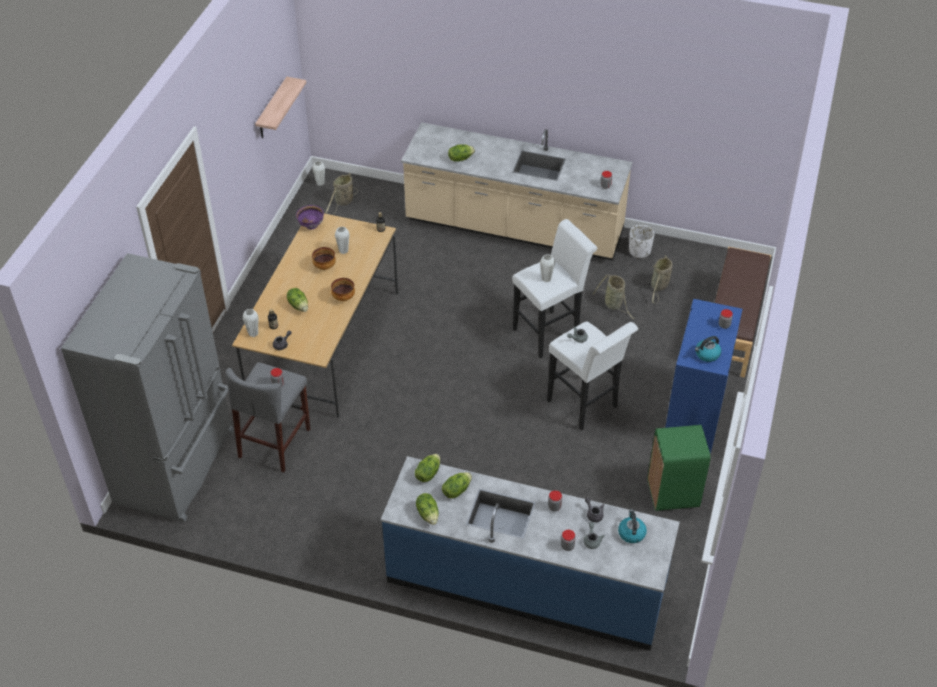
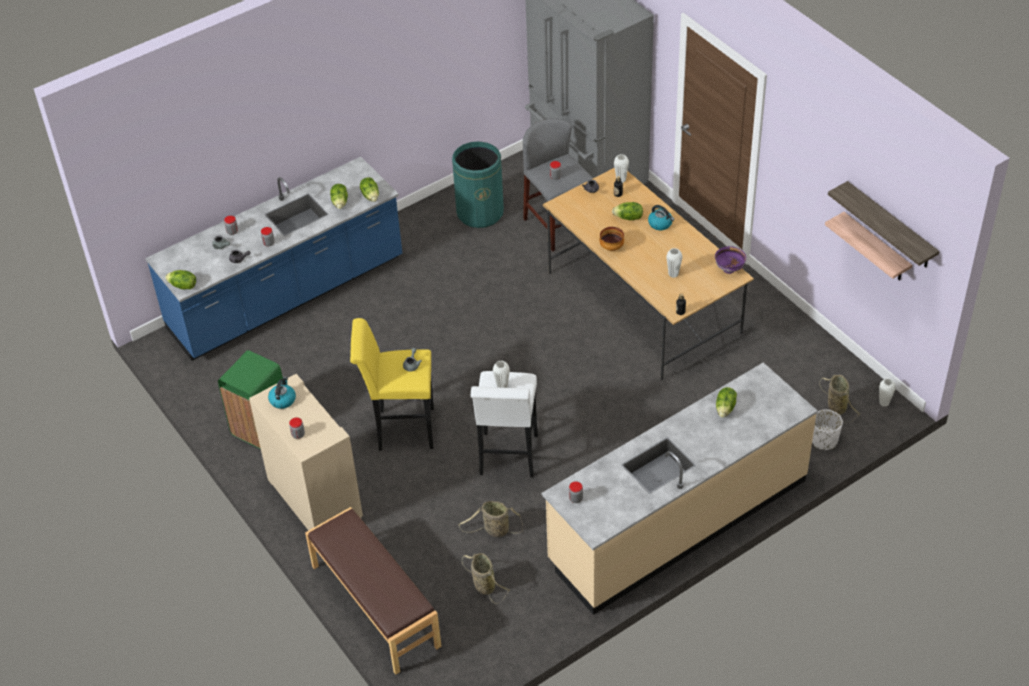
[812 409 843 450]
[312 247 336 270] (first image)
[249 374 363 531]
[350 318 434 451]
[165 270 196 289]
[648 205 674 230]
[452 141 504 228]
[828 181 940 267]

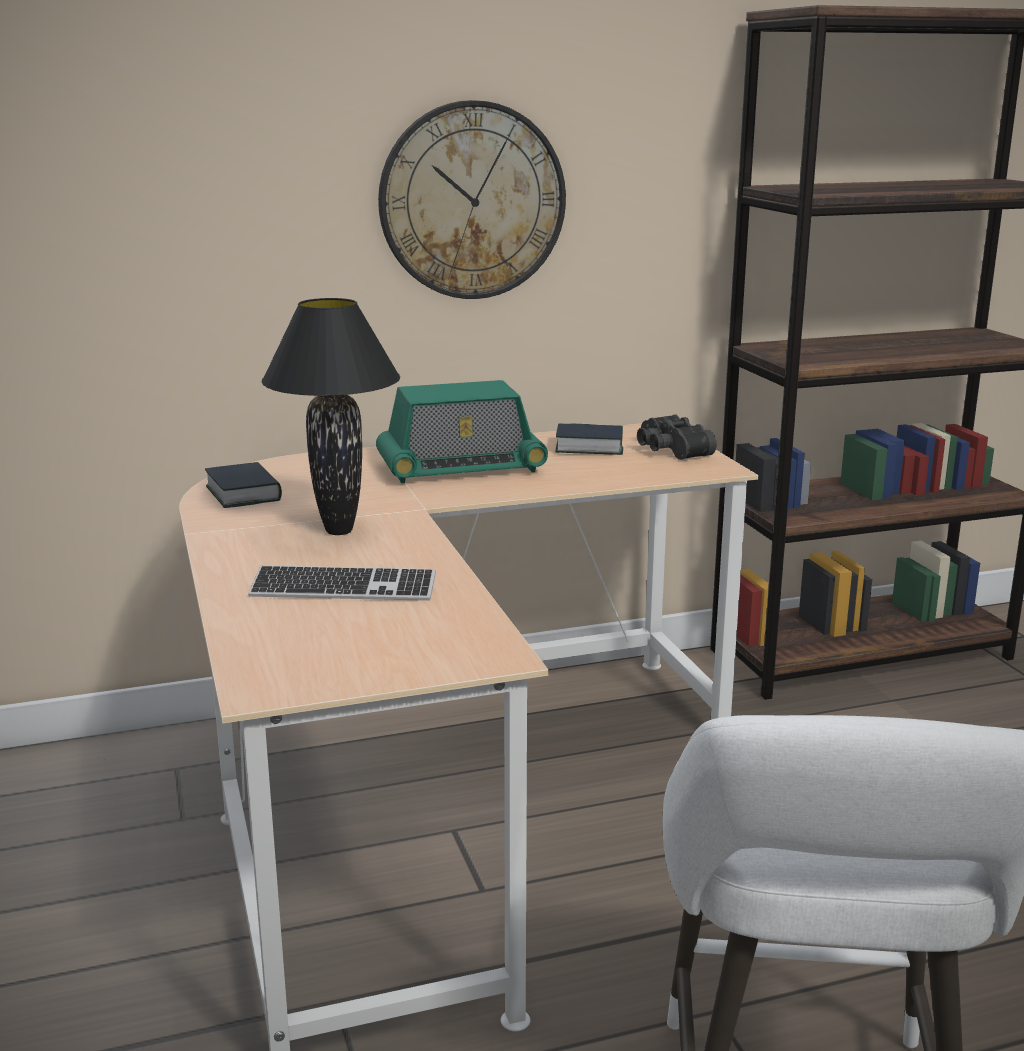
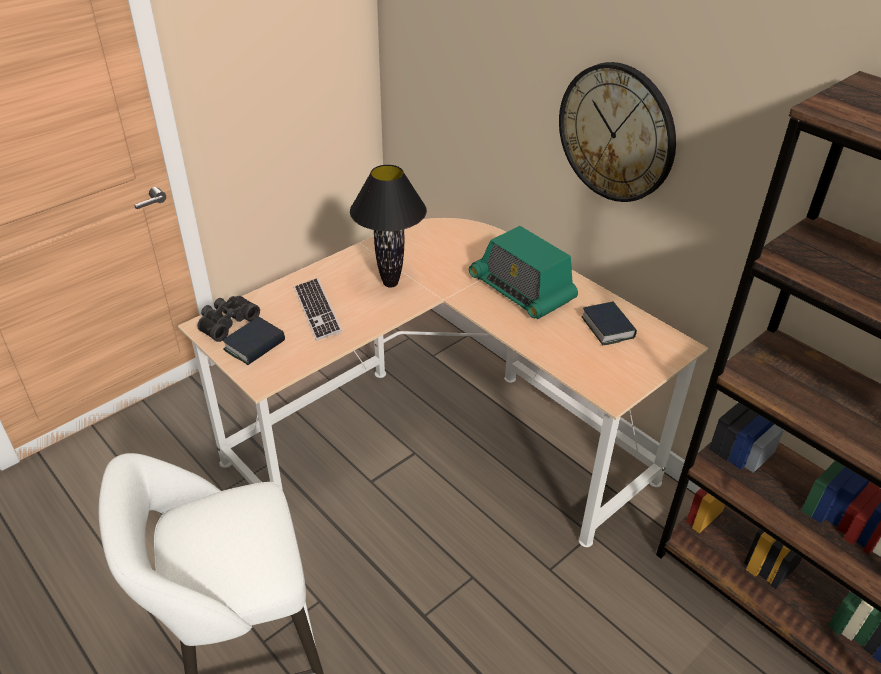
[197 296 260 342]
[223 317 285 365]

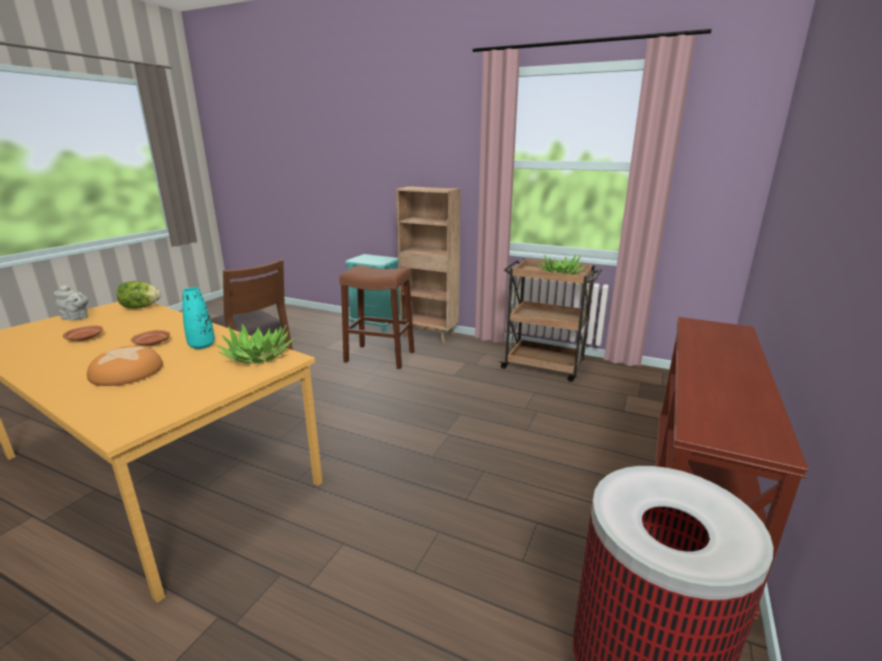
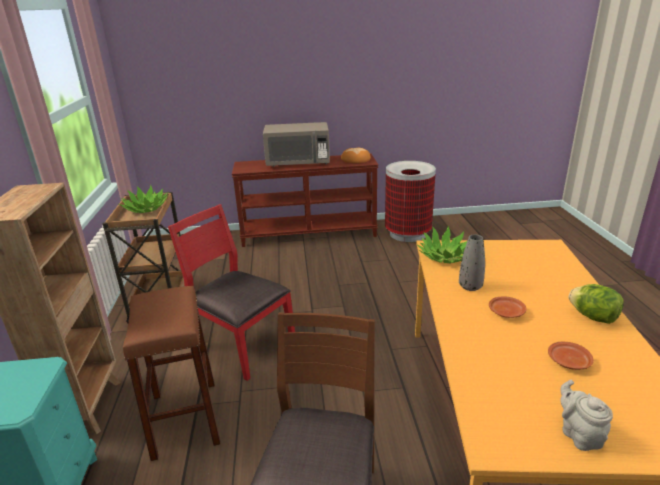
[569 284 623 324]
[459 234 485 291]
[341 148 371 163]
[263 122 330 167]
[168 204 295 381]

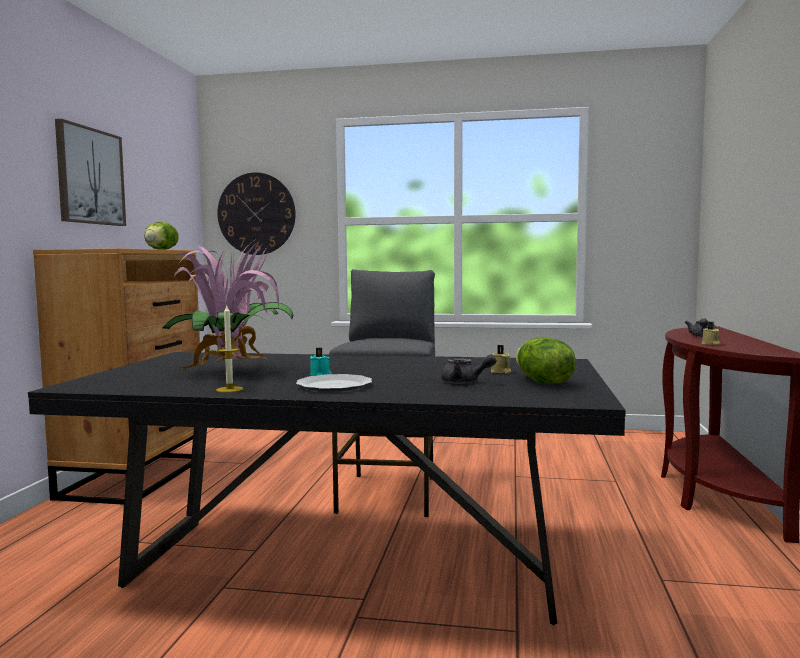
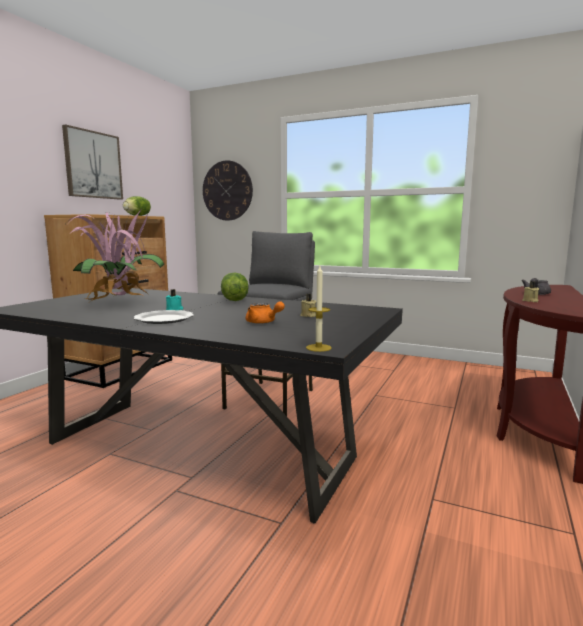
[306 266 332 352]
[221 272 249 301]
[246 302 285 324]

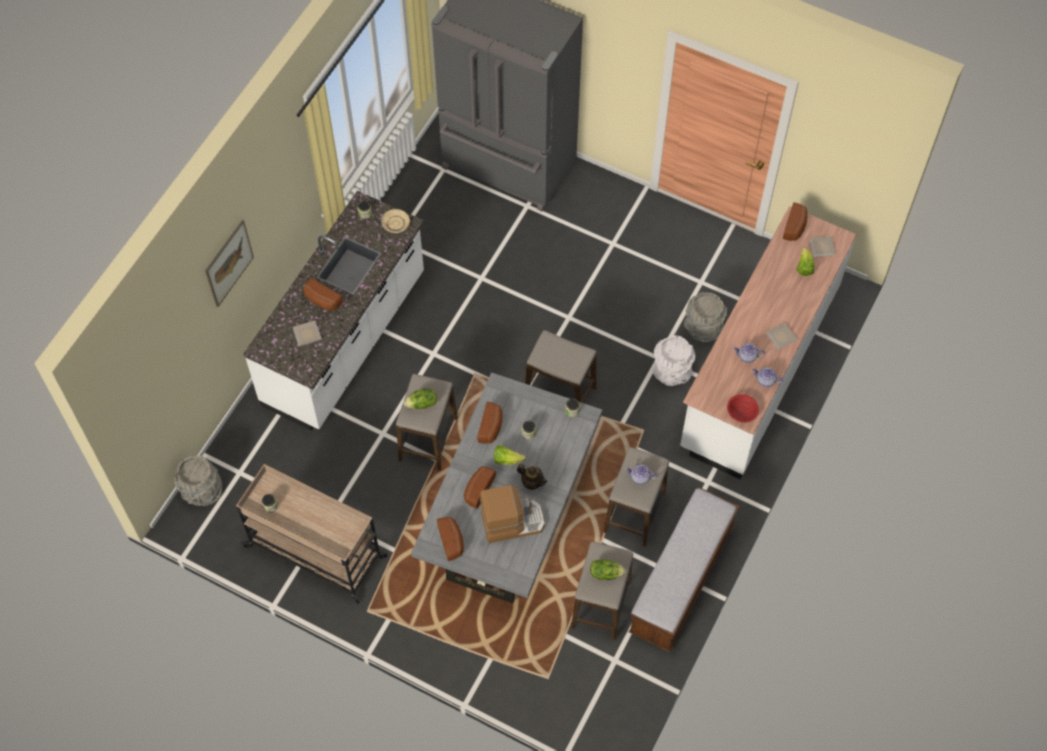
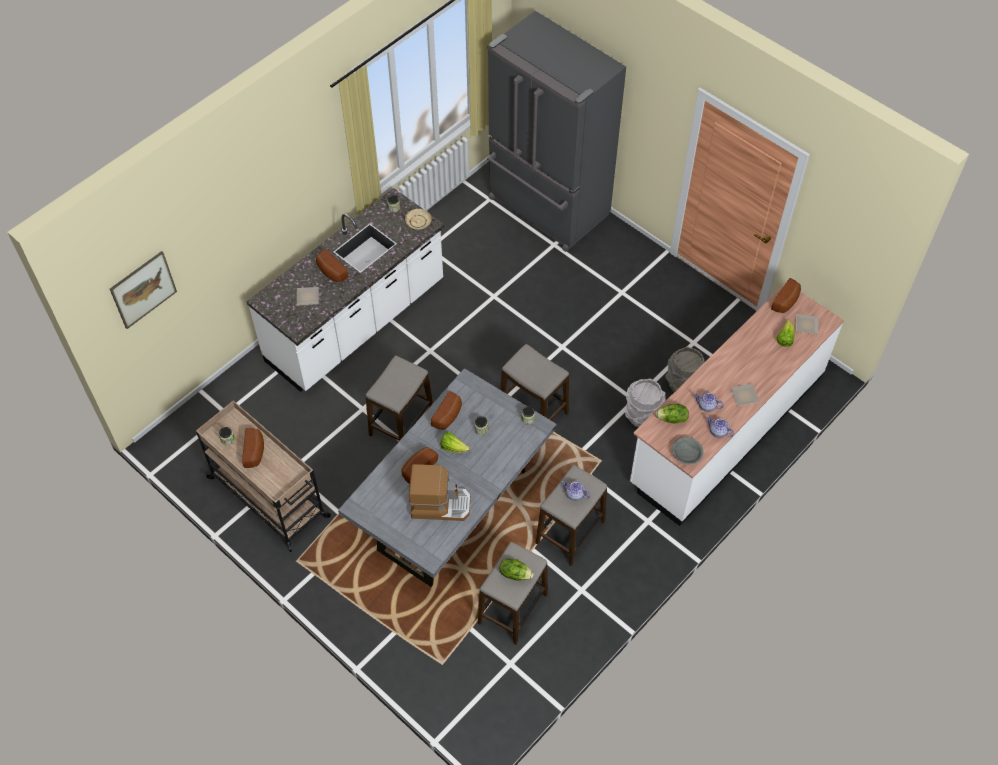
[110 251 177 329]
[655 404 689 424]
[672 437 704 464]
[174 456 222 506] (first image)
[517 463 548 490] (first image)
[629 487 739 652] (first image)
[242 428 264 468]

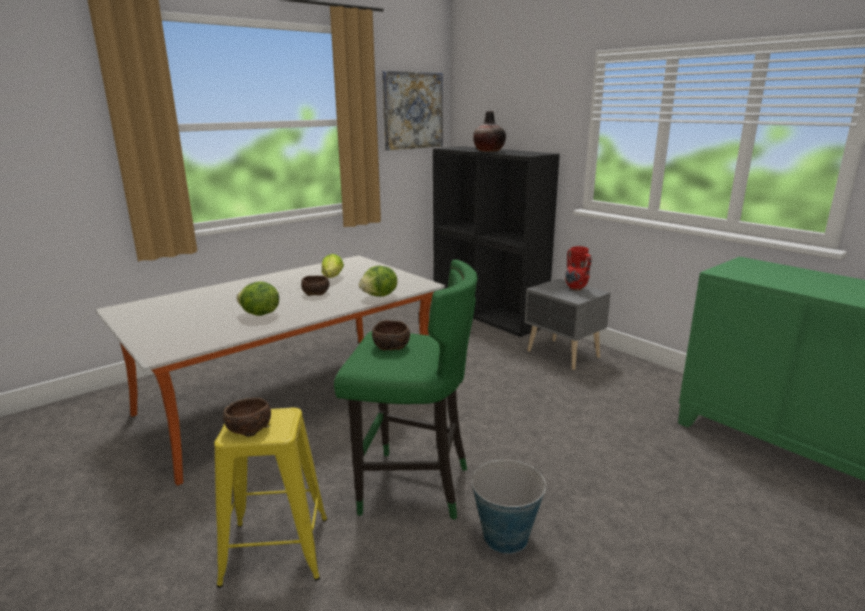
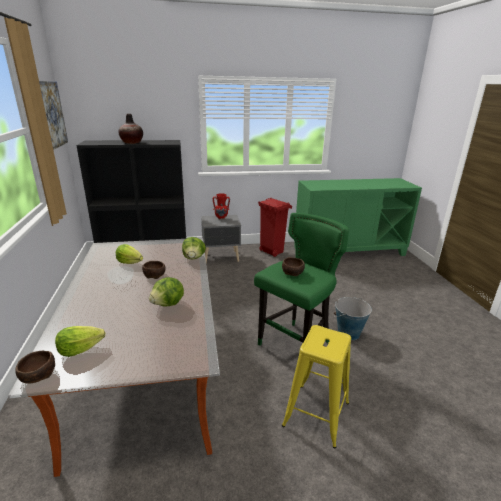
[15 351 55 384]
[258 198 292 257]
[55 326 105 357]

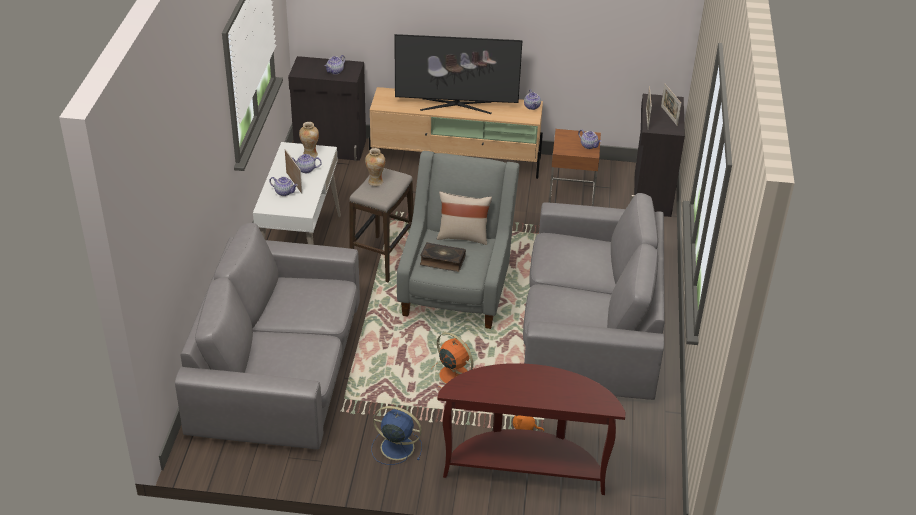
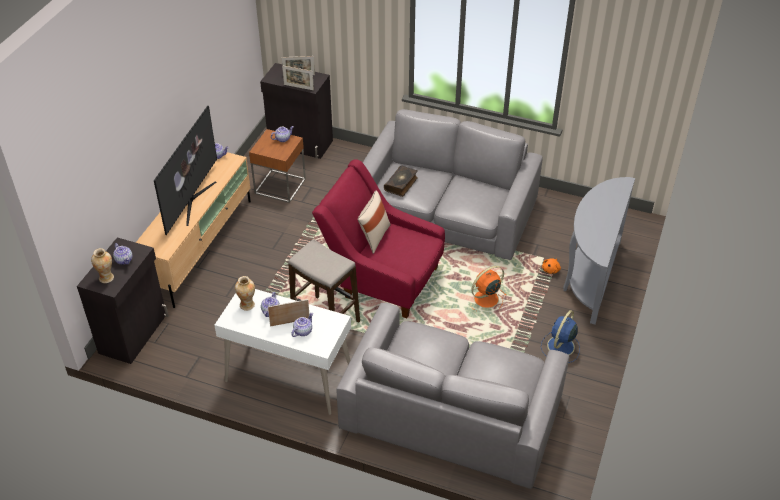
[91 248 114 283]
[312 159 445 318]
[384 165 418 197]
[563 177 635 325]

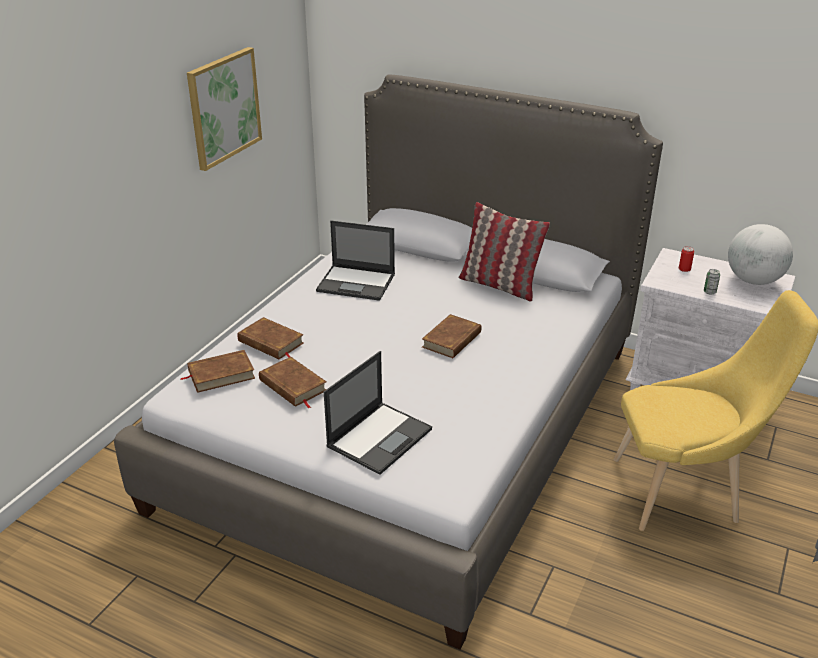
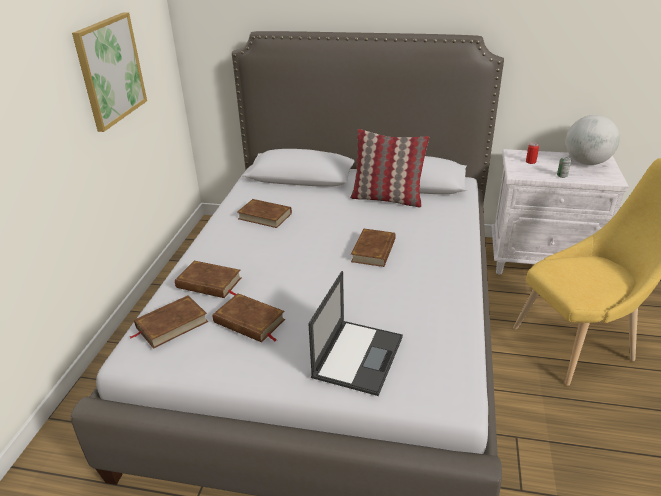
[237 199 292 228]

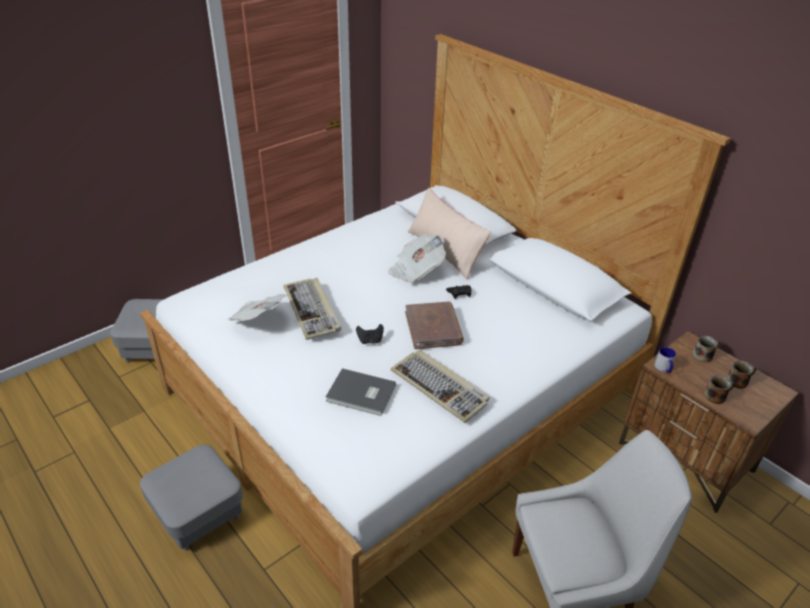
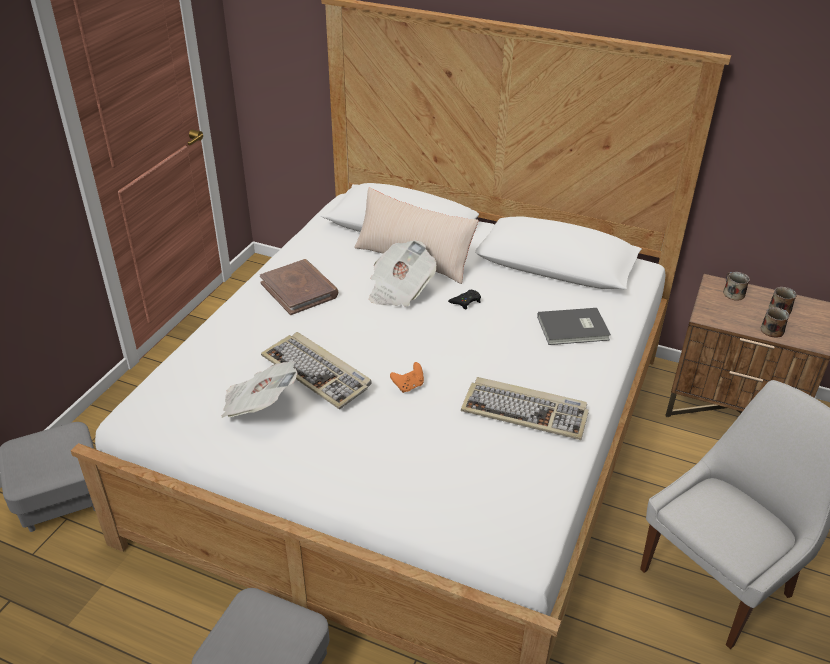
[260 259 338 315]
[390 362 424 393]
[654 347 676 373] (first image)
[537 308 611 345]

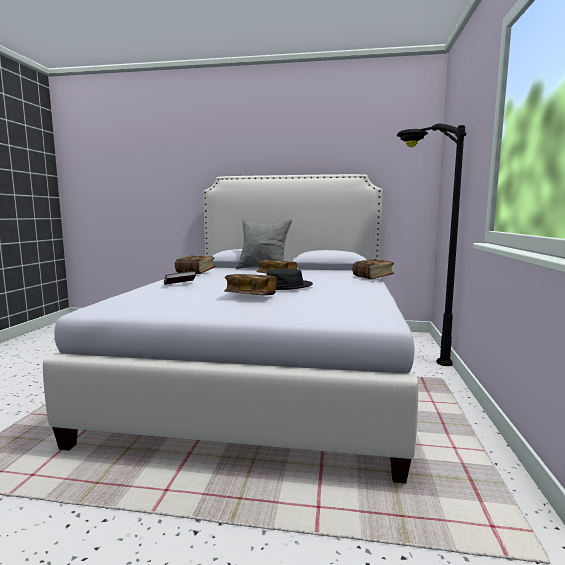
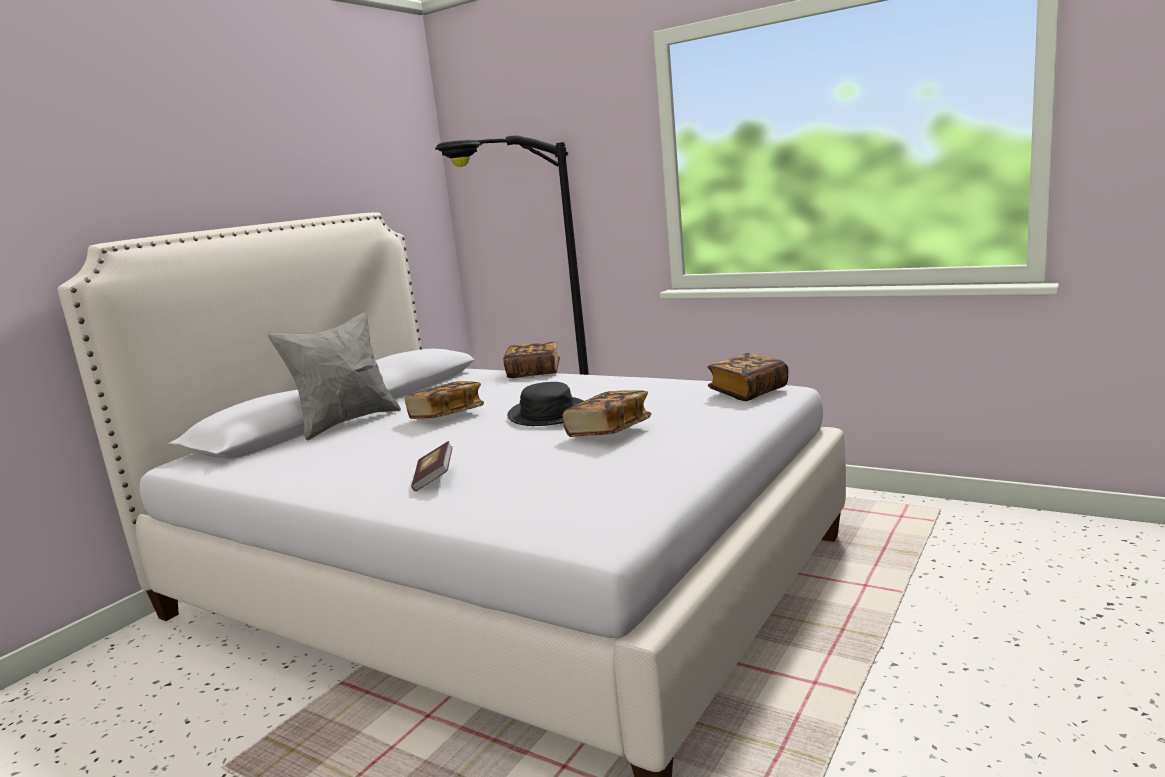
[707 353 788 401]

